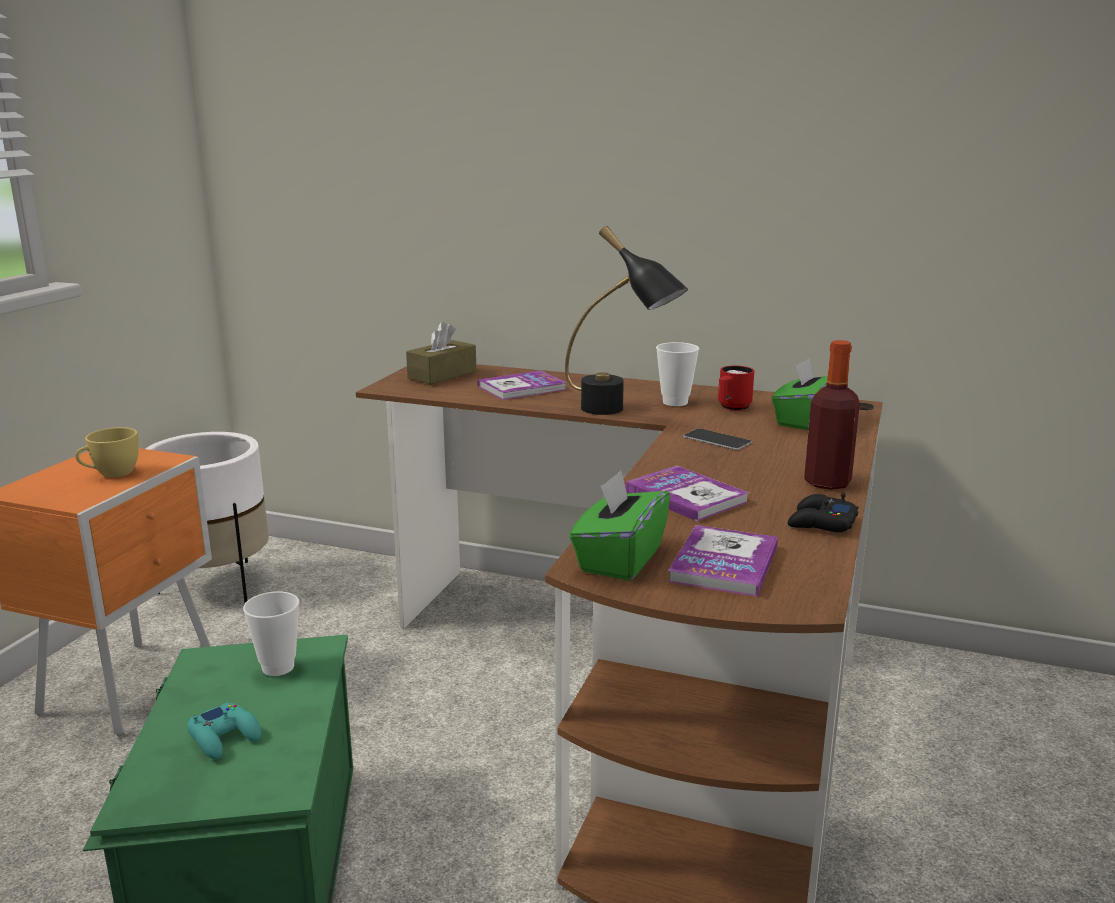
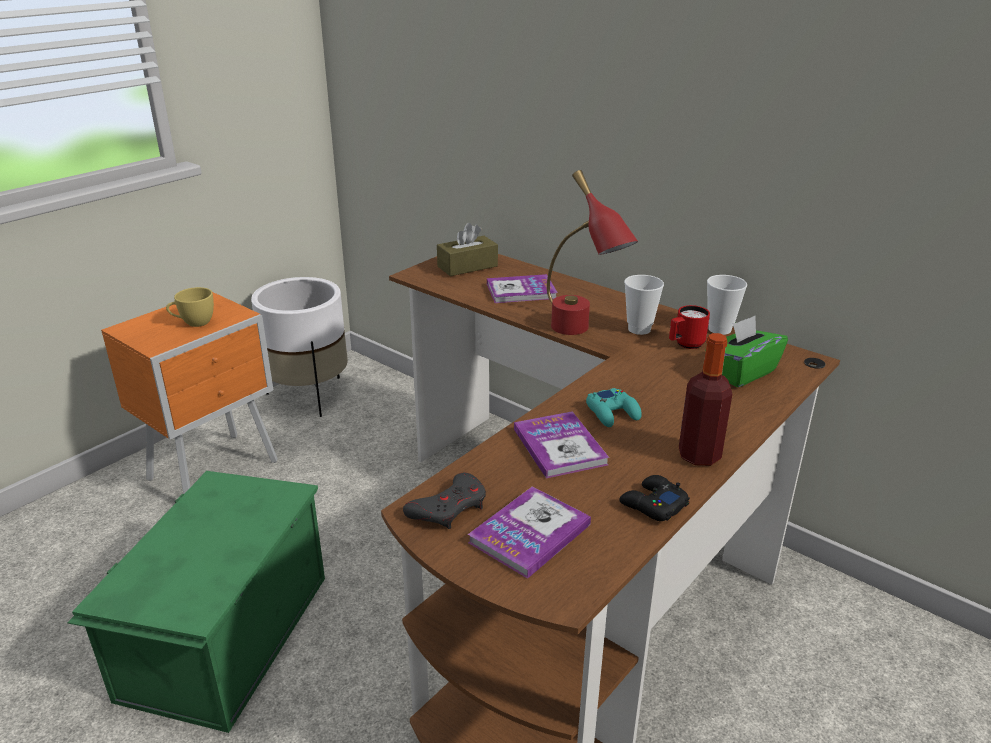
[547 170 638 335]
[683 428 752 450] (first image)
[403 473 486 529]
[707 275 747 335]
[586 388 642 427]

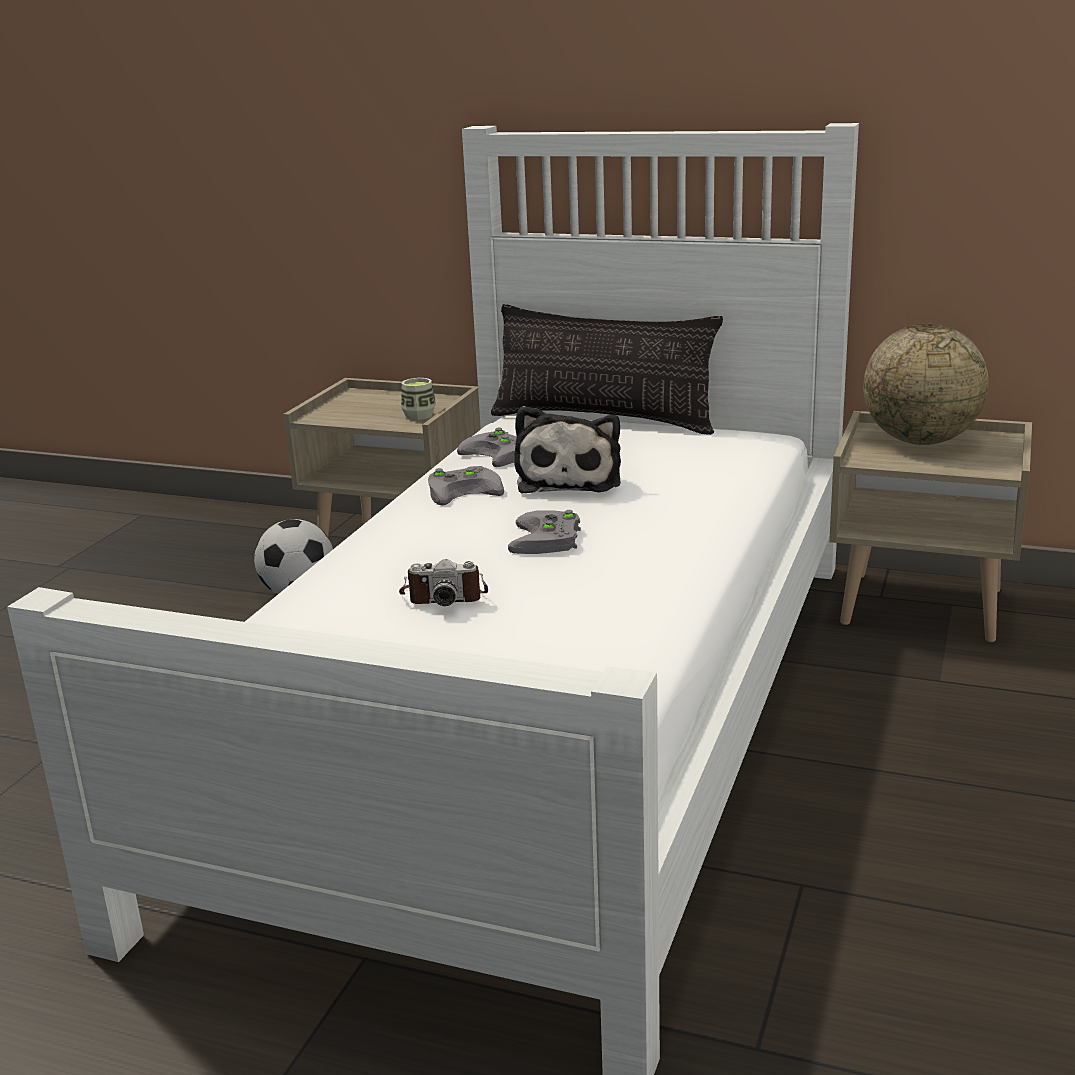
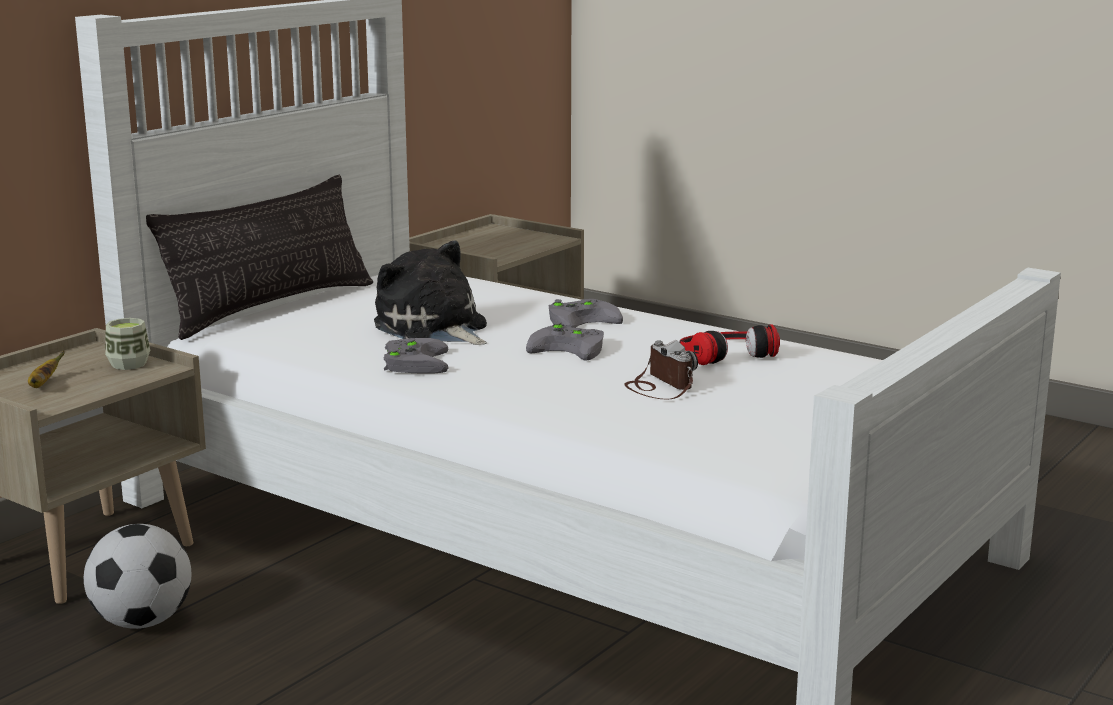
[863 324 989 445] (first image)
[374 240 487 345]
[548 299 623 328]
[624 340 698 399]
[680 324 780 365]
[28 351 65 388]

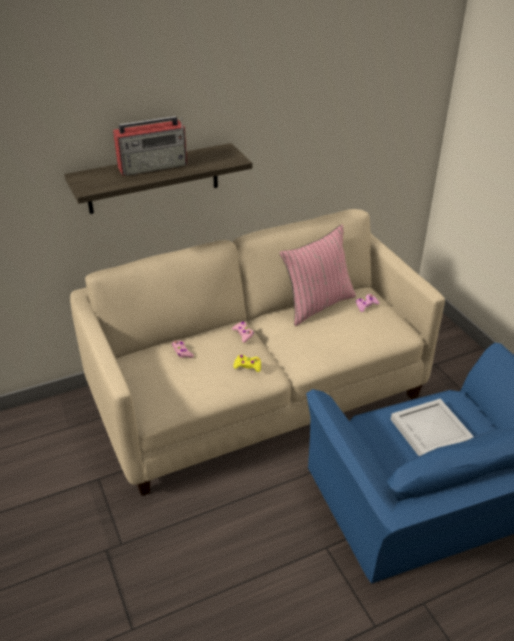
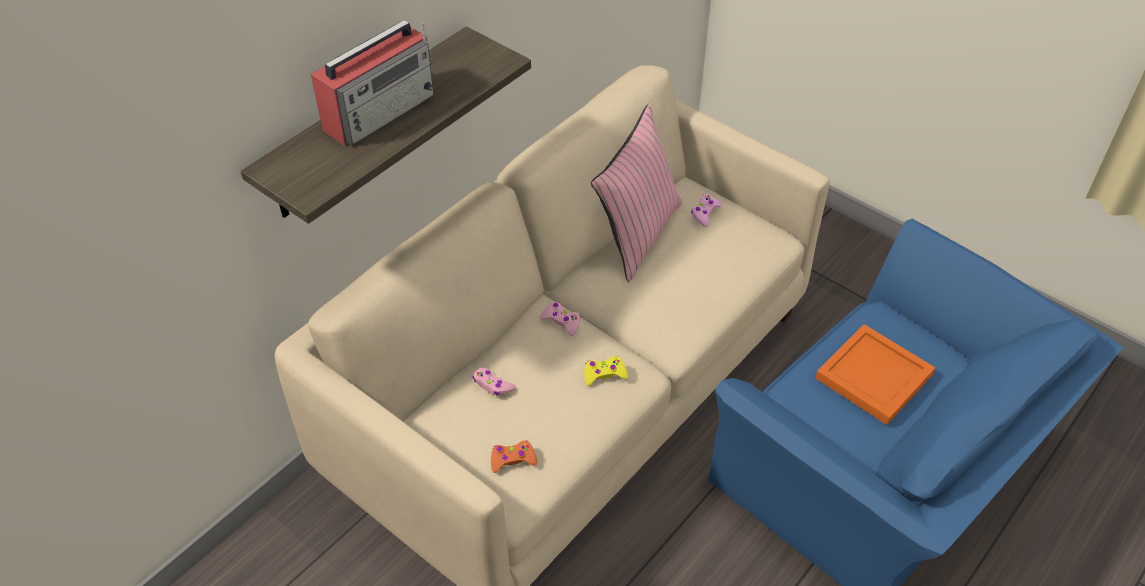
[815 324 935 425]
[491 440 537 473]

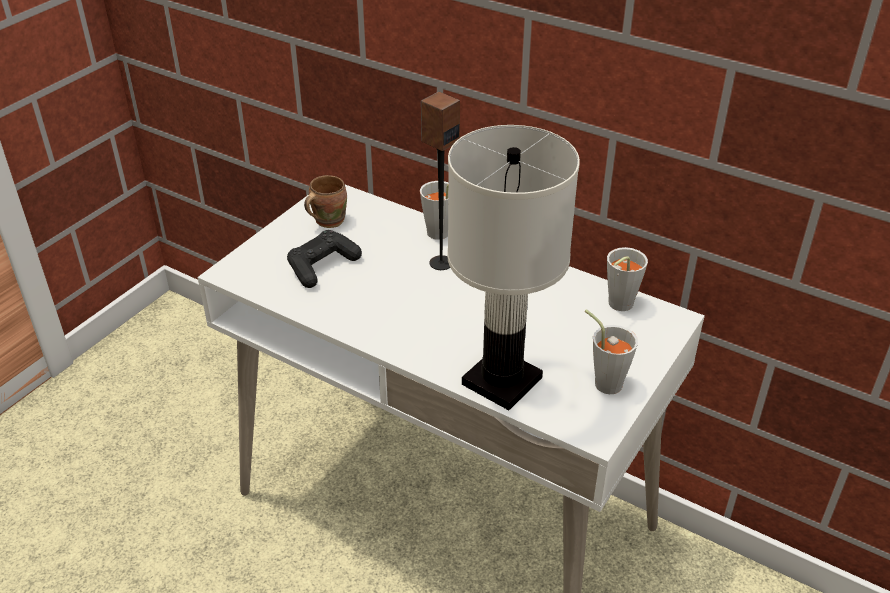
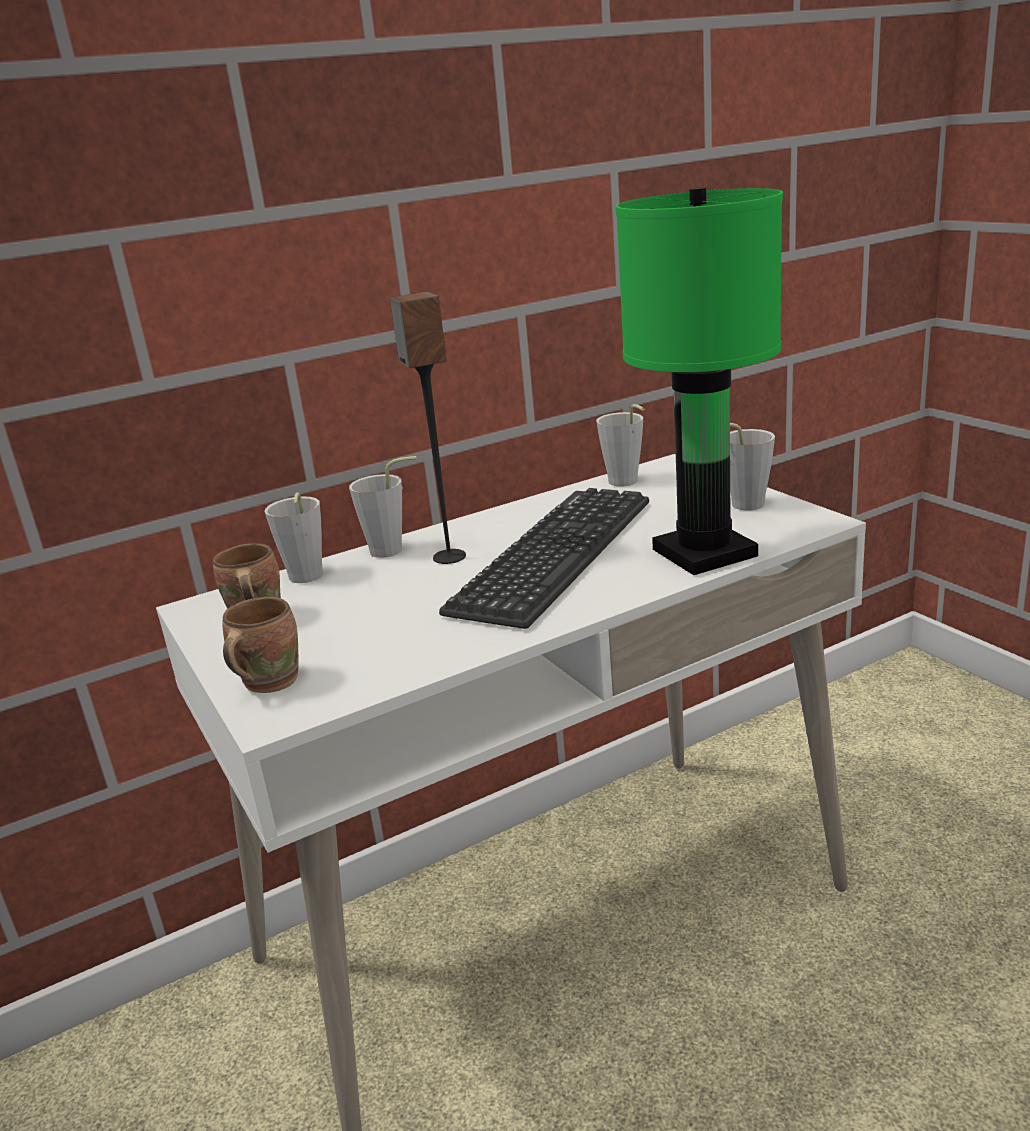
[616 187 783 575]
[287 230 362 288] (first image)
[439 488 649 629]
[265 492 323 583]
[222 597 299 693]

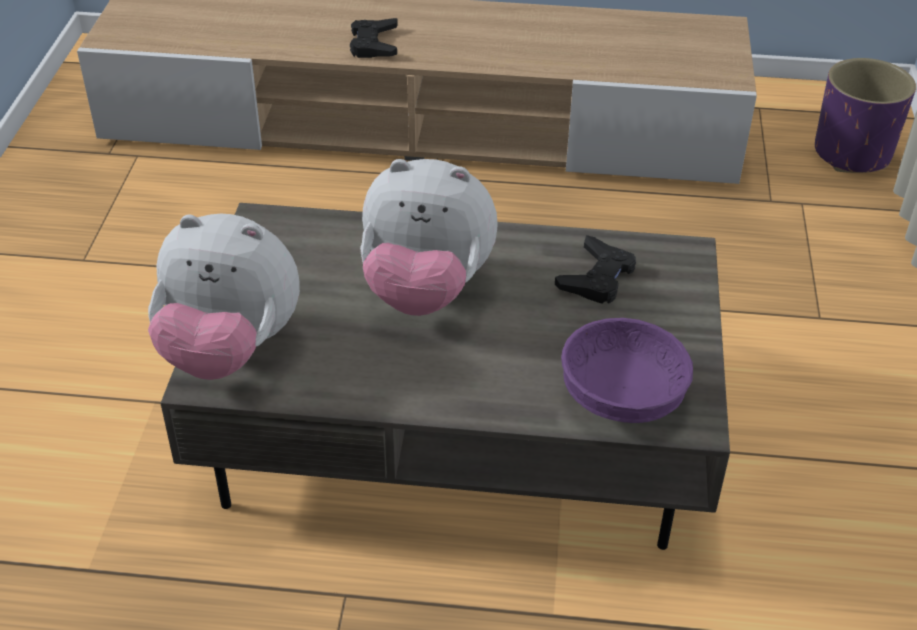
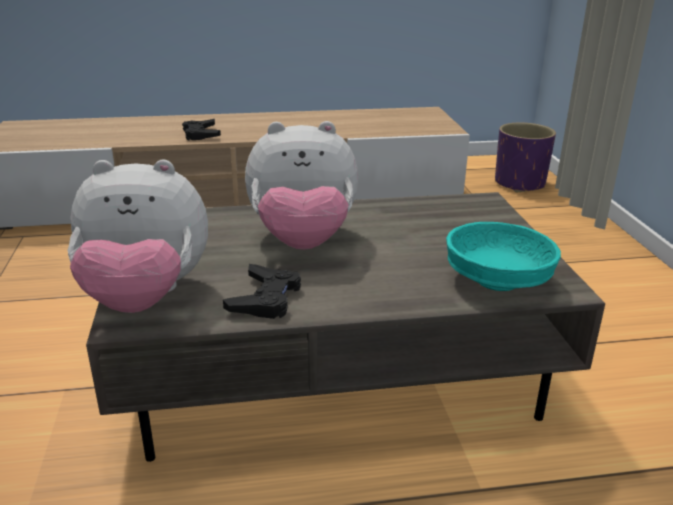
[223 264 301 319]
[446 222 561 291]

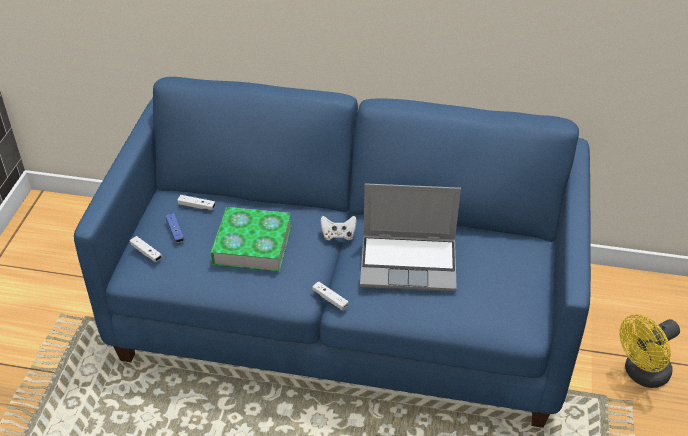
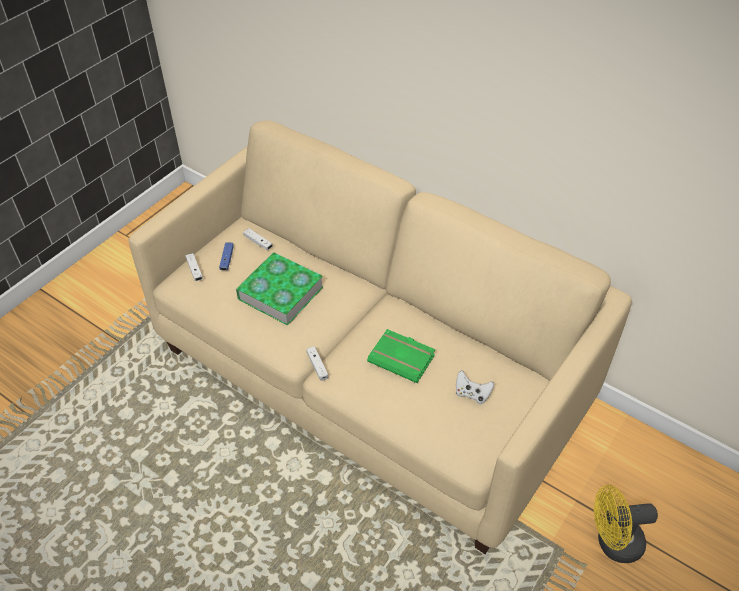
[129 120 632 554]
[367 329 435 383]
[456 370 494 404]

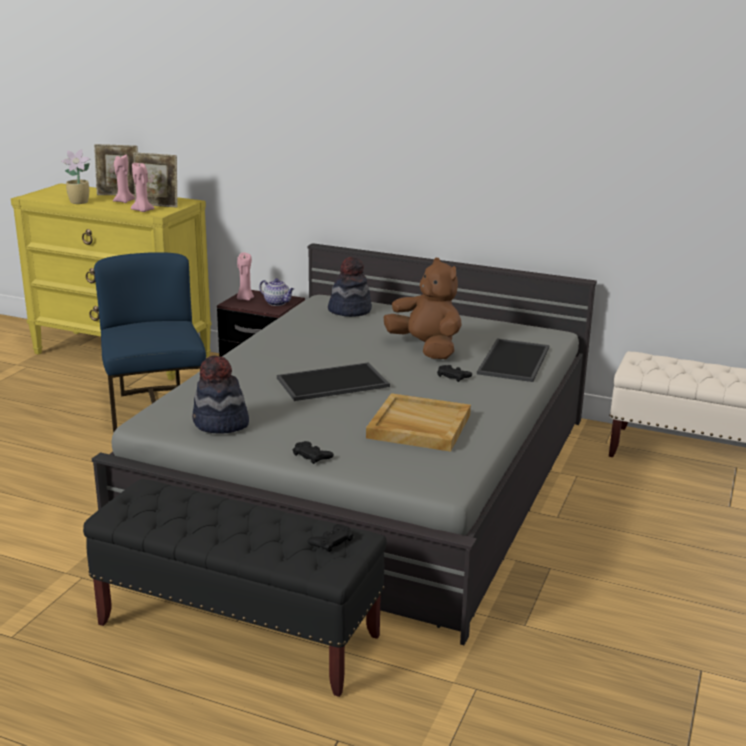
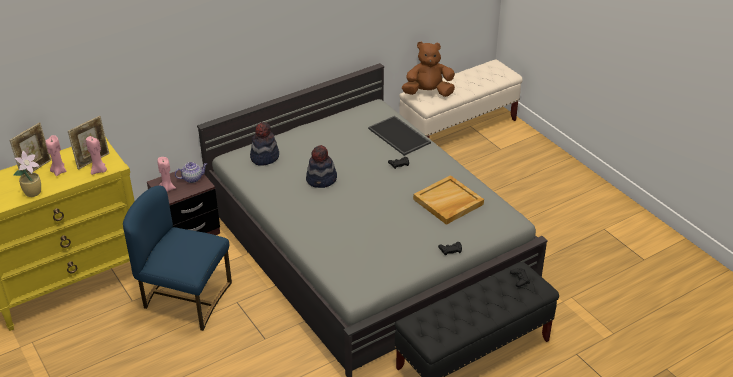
[402 42 455 97]
[306 145 337 188]
[277 362 390 401] (first image)

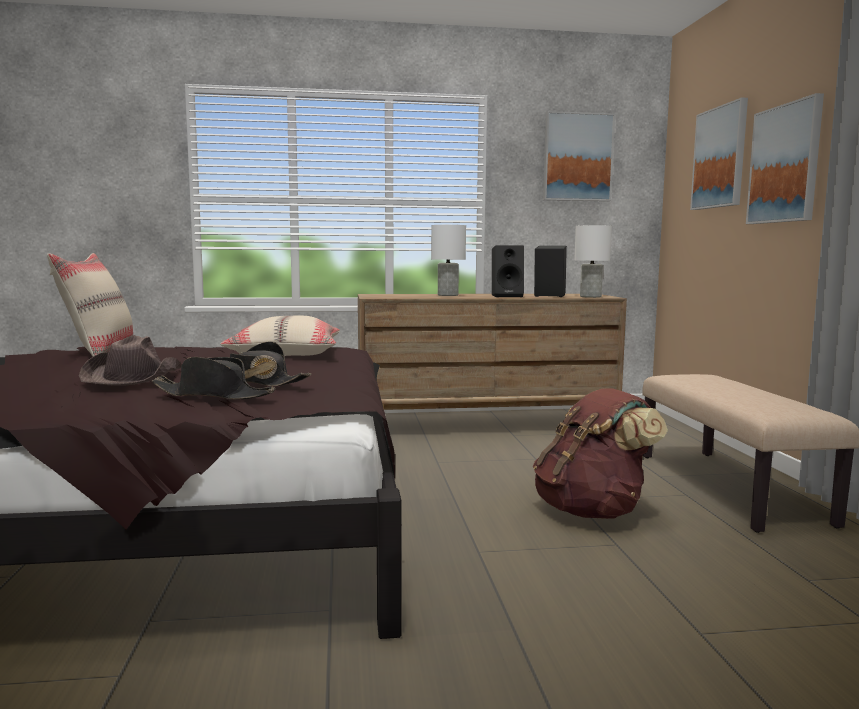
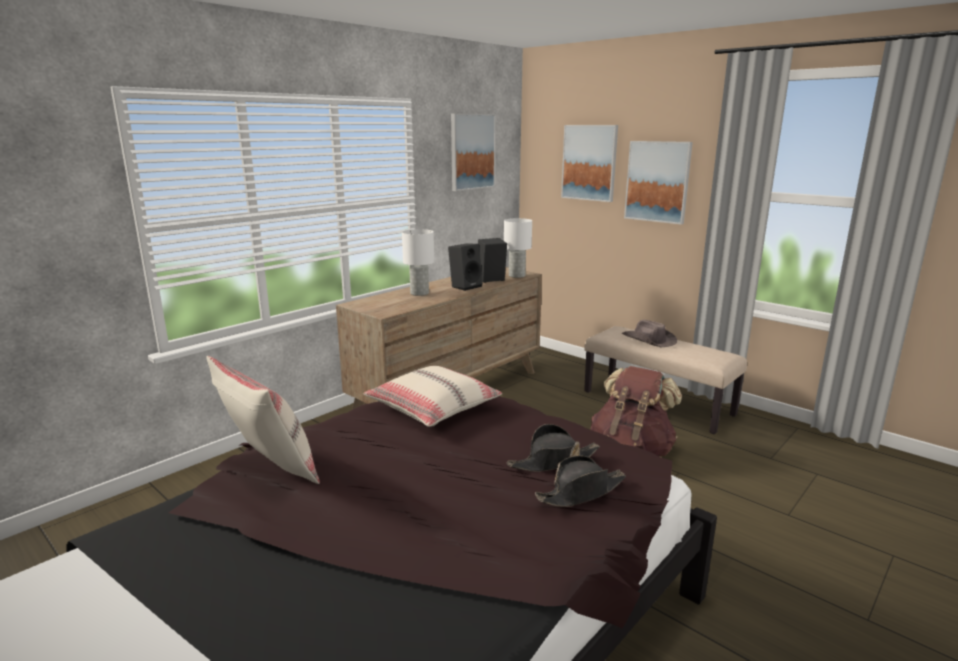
[622 320 677 347]

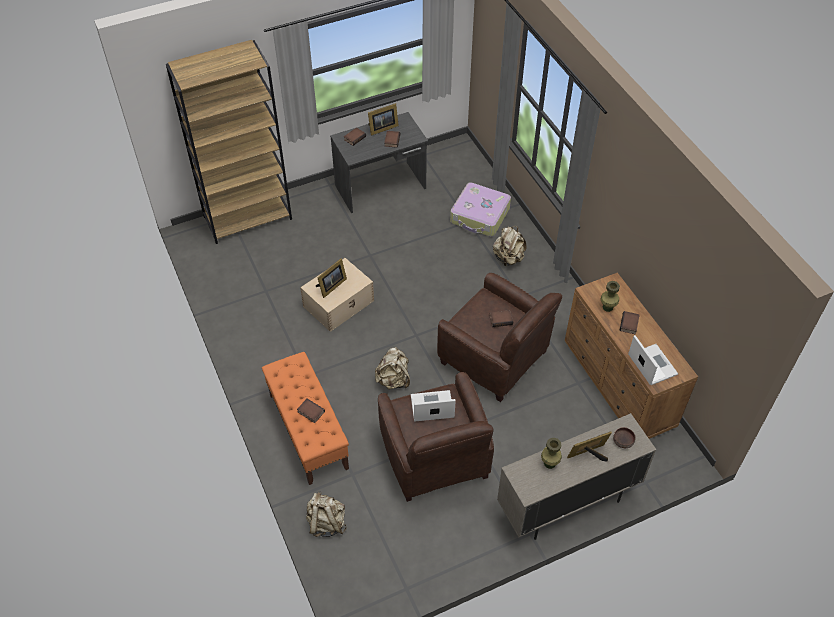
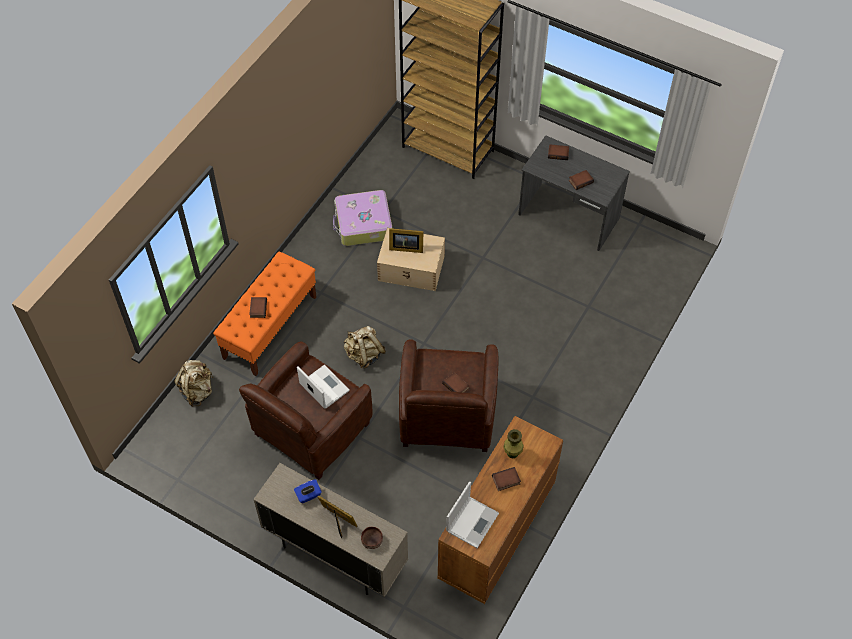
[368 103 399 136] (first image)
[333 190 392 246]
[493 226 526 267] (first image)
[294 479 322 503]

